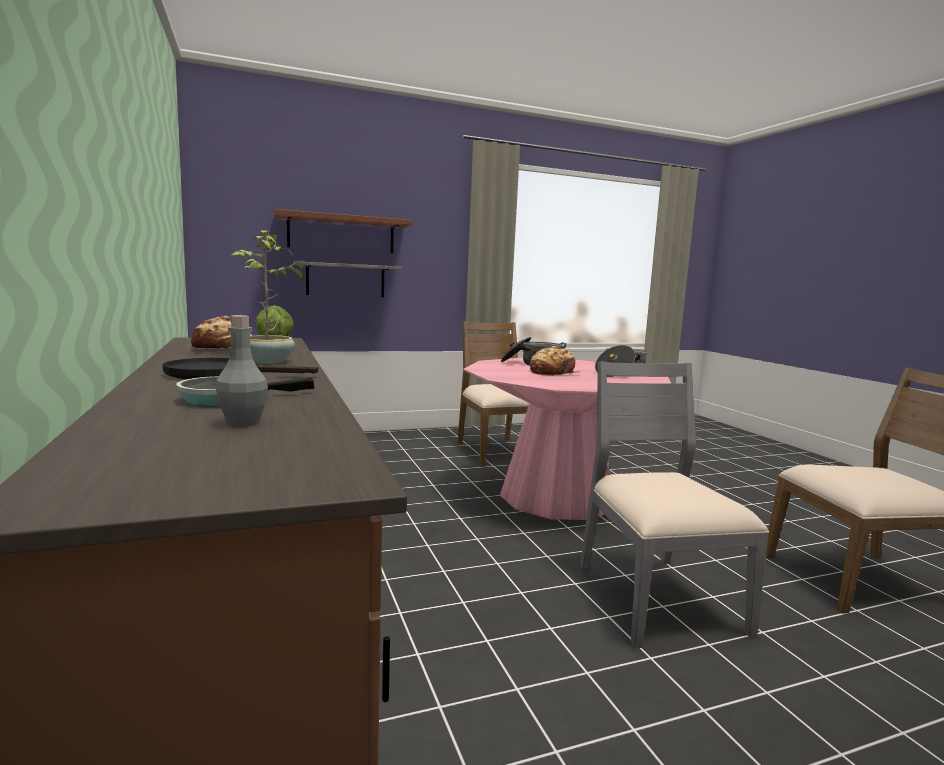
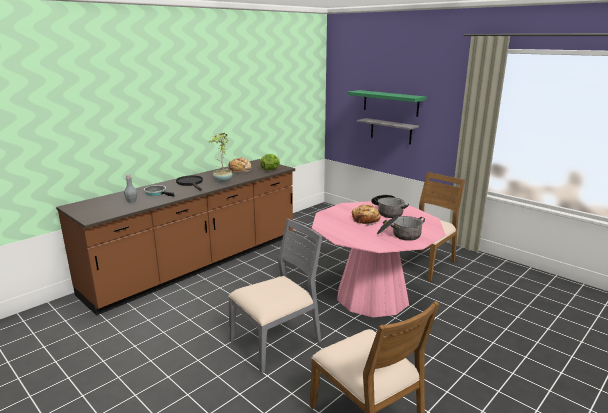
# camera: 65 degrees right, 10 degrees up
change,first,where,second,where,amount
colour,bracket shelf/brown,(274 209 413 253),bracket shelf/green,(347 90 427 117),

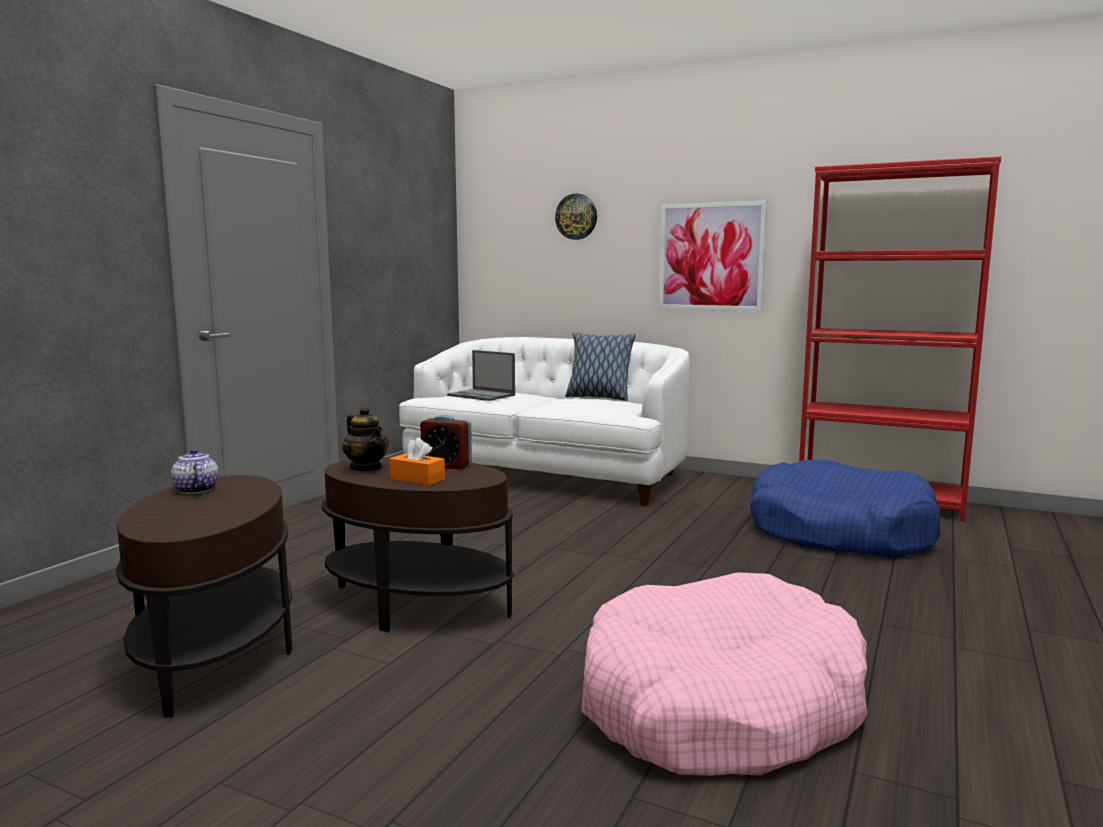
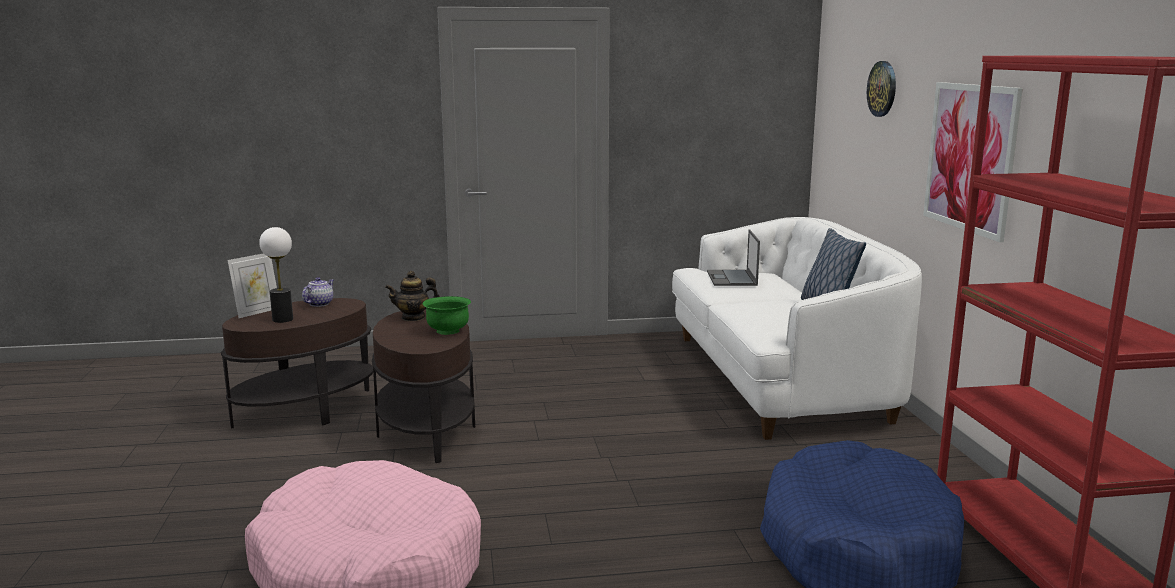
# camera: 55 degrees right, 5 degrees up
change,first,where,second,where,amount
missing,tissue holder/orange-coloured,(390 437 445 485),,,
appeared,,,picture frame,(227 253 277 318),
appeared,,,lamp for a table,(259 227 293 323),
exchanged,alarm clock,(420 415 472 470),deep dish/green,(423 296 471 335),
spun,teapot,(342 406 389 471),,(385 271 440 321),60 degrees clockwise

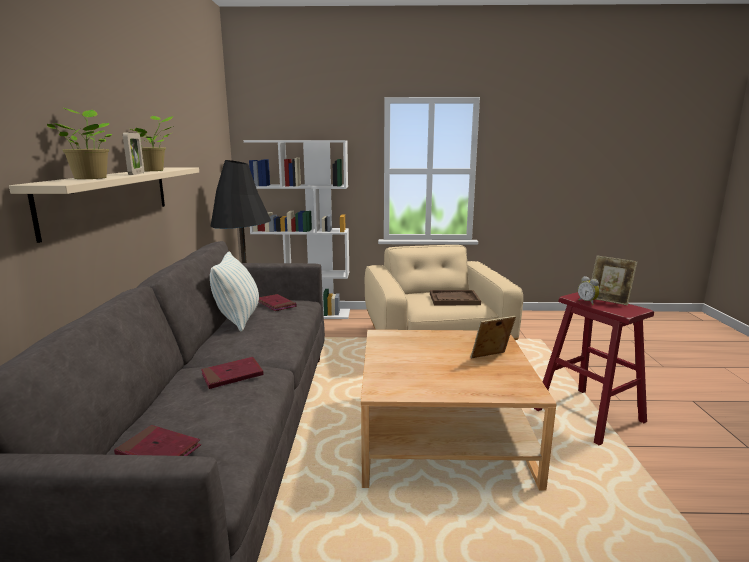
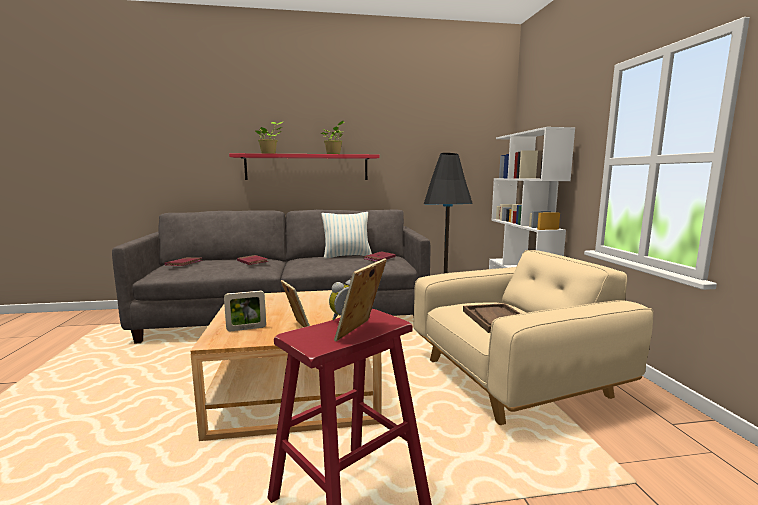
# camera: 80 degrees right, 5 degrees down
change,first,where,second,where,amount
relocated,picture frame,(123 133 144 175),,(224 291 266 331),
colour,bracket shelf/beige,(9 168 199 243),bracket shelf/red,(229 153 379 180),

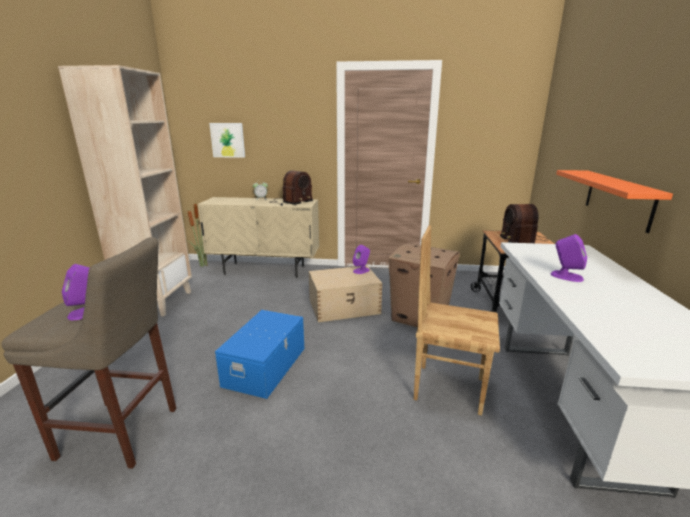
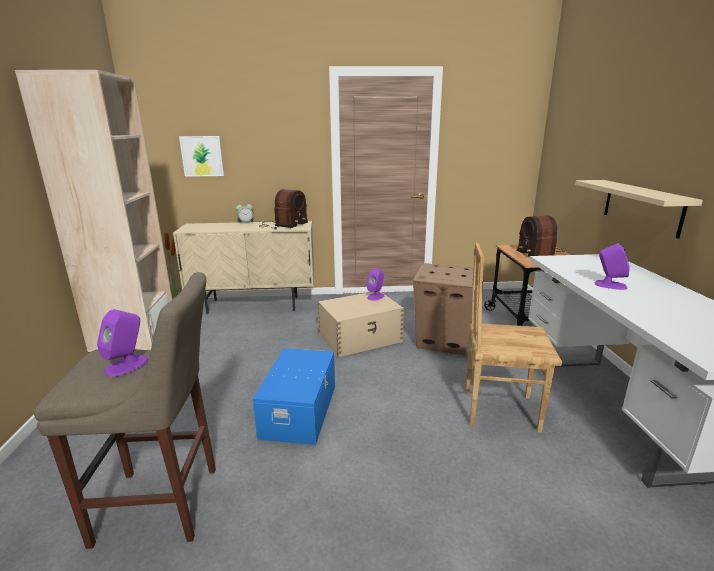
# camera: 10 degrees left, 0 degrees up
change,first,where,second,where,amount
colour,bracket shelf/orange-coloured,(556 170 673 233),bracket shelf/beige,(575 180 703 239),

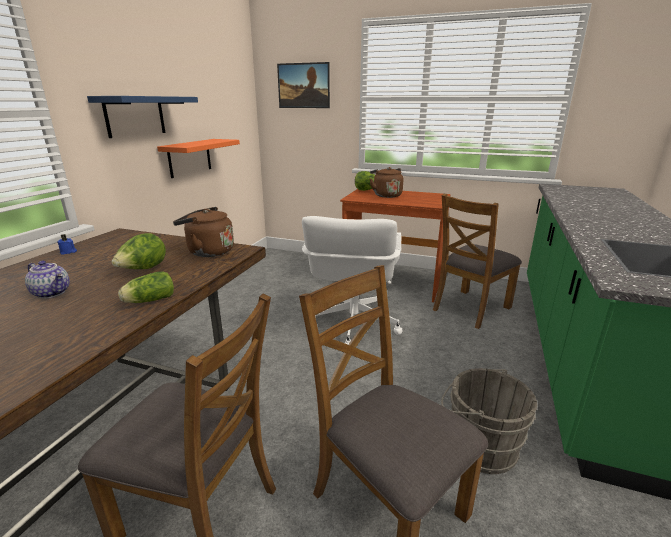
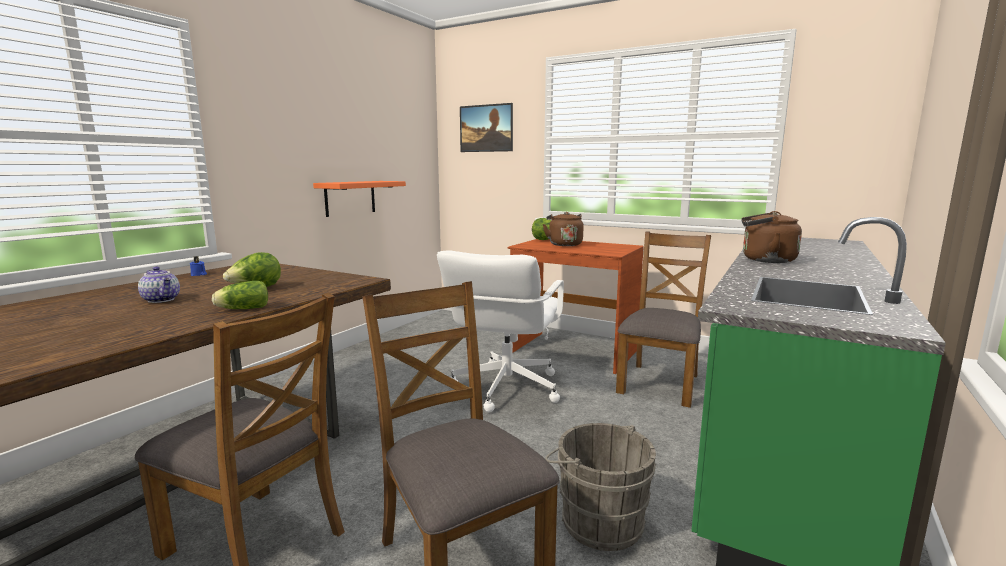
# camera: 10 degrees right, 10 degrees down
change,first,where,second,where,amount
missing,bracket shelf/bluish,(87 96 198 138),,,
relocated,tea kettle/brown,(173 207 234 257),,(741 211 802 263),
spun,plain chair/brown,(433 194 522 329),,(616 231 711 408),150 degrees clockwise

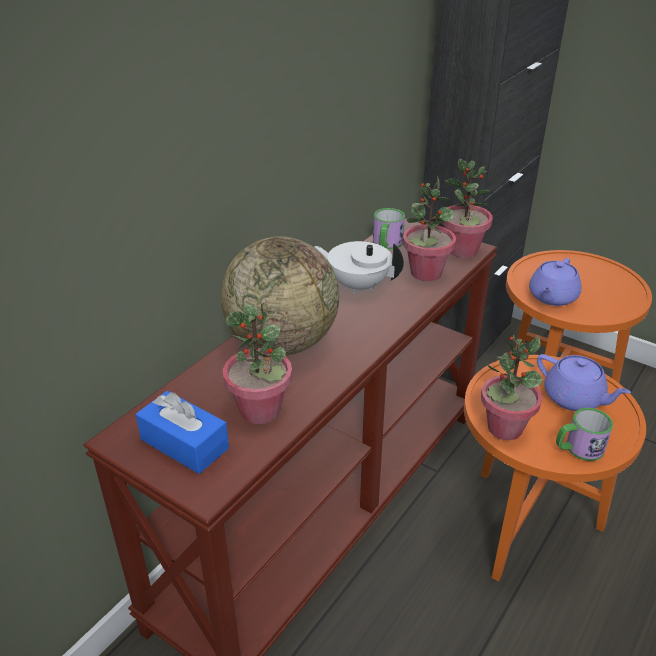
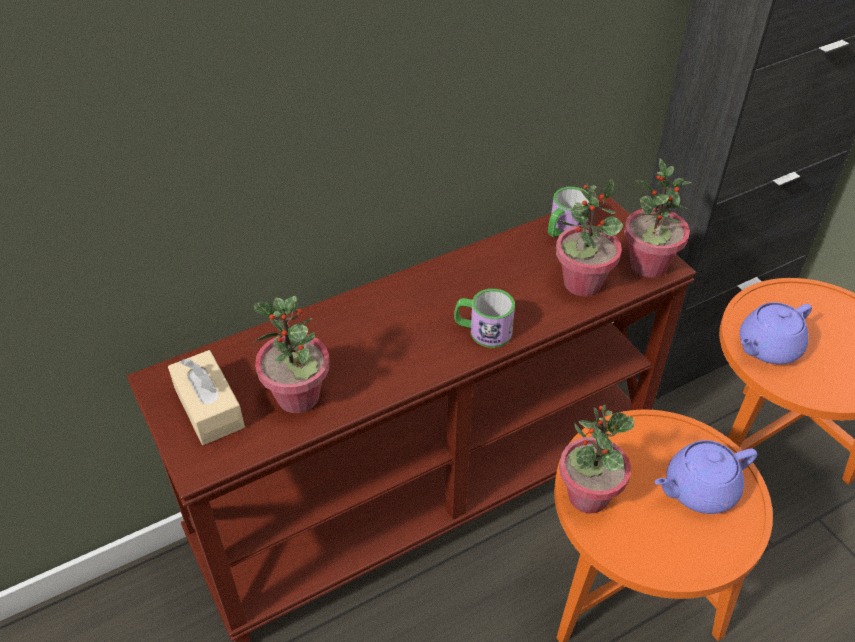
# camera: 25 degrees right, 10 degrees up
change,first,where,second,where,amount
missing,world globe,(221 237 339 355),,,
missing,teapot/white,(314 241 404 294),,,
relocated,coffee mug,(556 408 613 461),,(454 289 515 348),
colour,tissue holder/bluish,(136 391 229 474),tissue holder/beige,(168 350 245 445),
spun,teapot/purple,(537 354 631 411),,(654 440 758 514),90 degrees clockwise

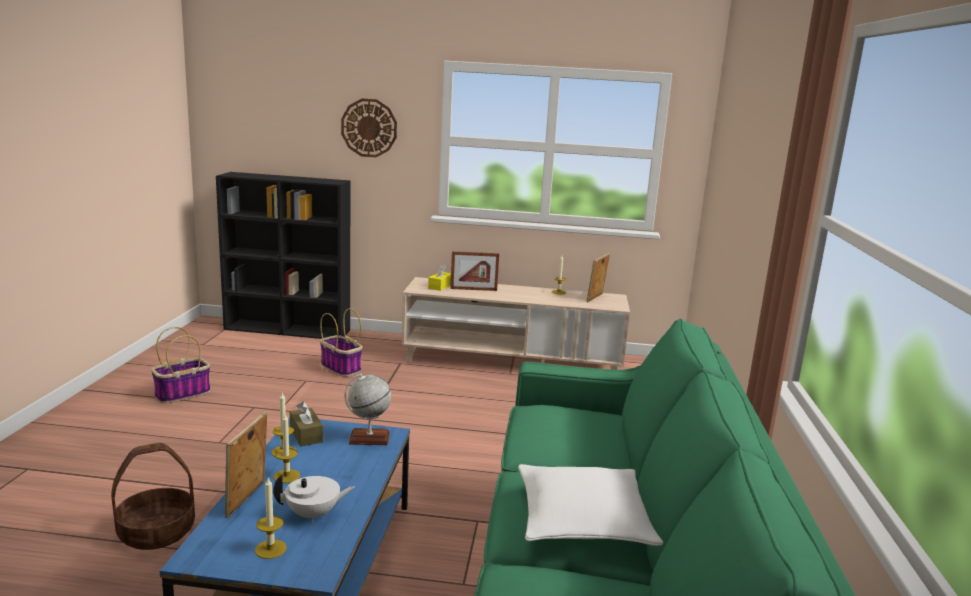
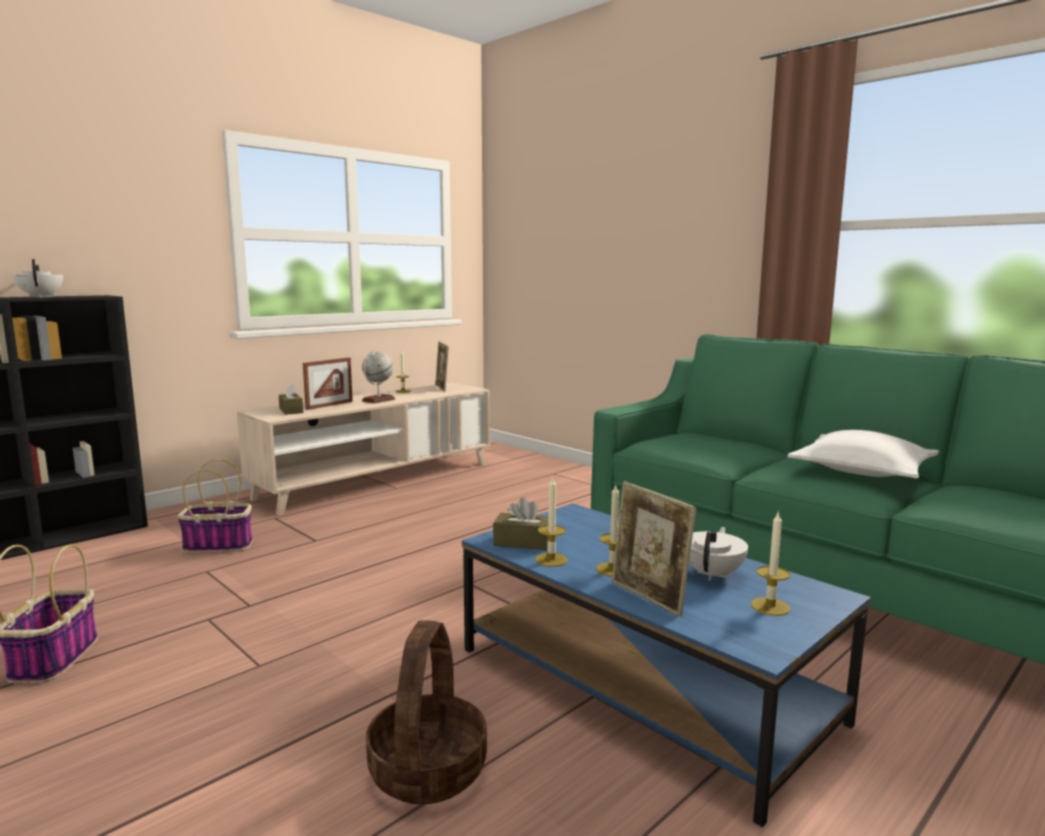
# camera: 50 degrees left, 5 degrees down
change,first,where,second,where,amount
missing,clock on the wall,(341 99 397 157),,,
appeared,,,teapot/white,(13 259 63 298),
relocated,world globe,(345 374 391 445),,(362 351 395 403),
colour,tissue holder/yellow-coloured,(428 265 451 291),tissue holder/brown,(279 383 303 415),

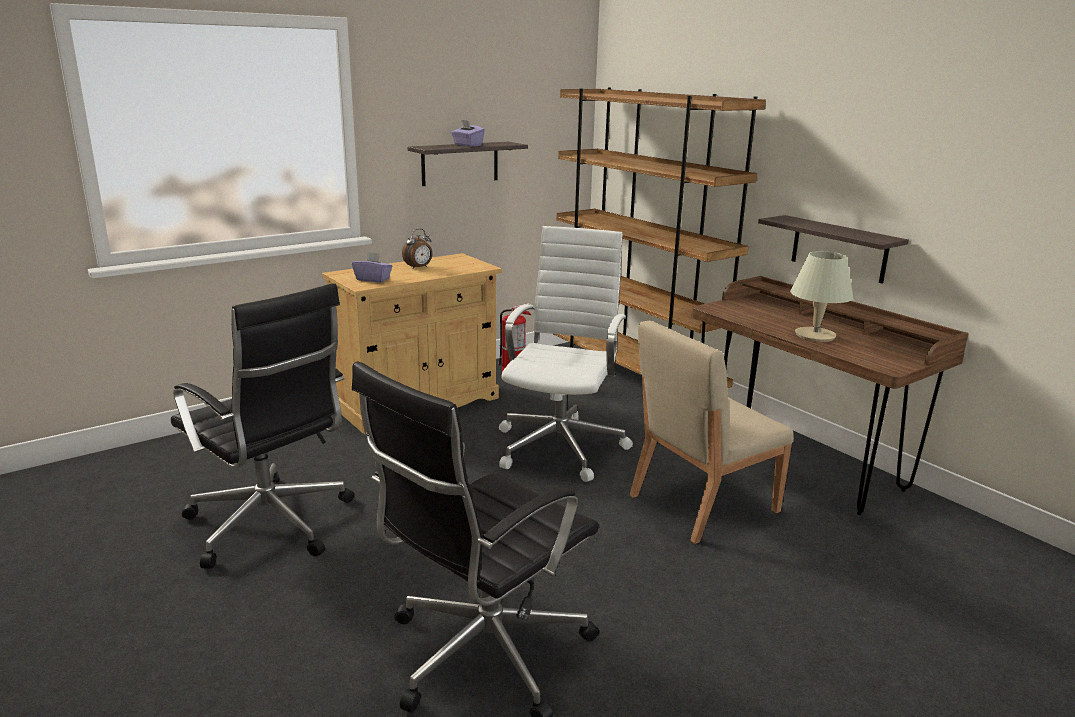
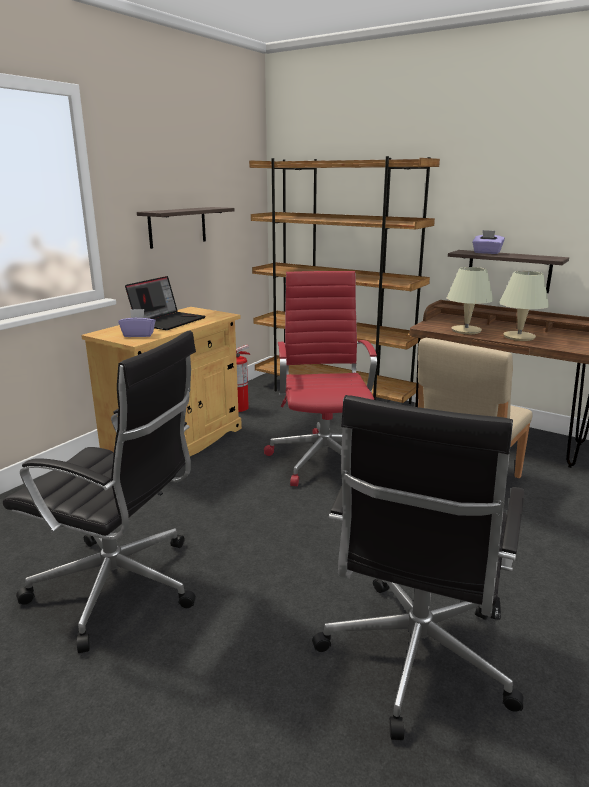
# camera: 20 degrees left, 0 degrees up
change,first,where,second,where,amount
appeared,,,lamp for a table/beige,(447 267 493 334),
relocated,tissue holder/purple,(451 120 485 147),,(472 230 505 254),
exchanged,alarm clock,(402 229 433 269),notebook computer,(125 276 206 330),
colour,desk chair/white,(499 226 633 482),desk chair/red,(264 271 377 486),

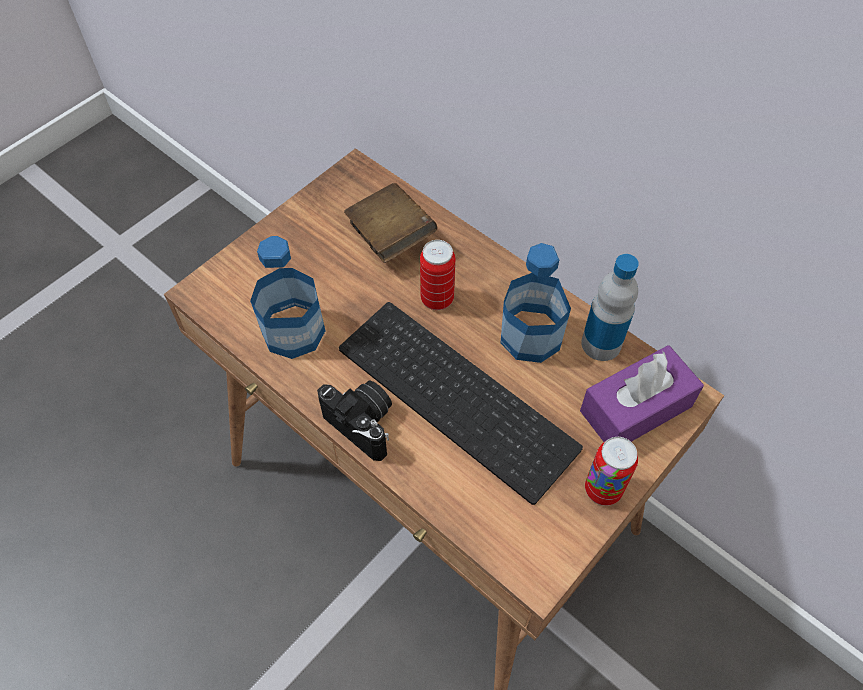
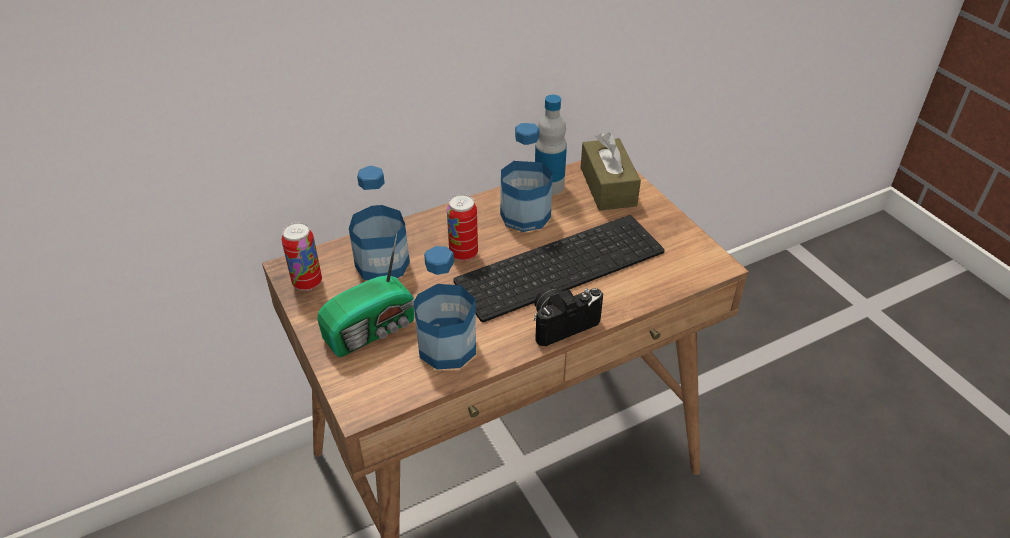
# camera: 70 degrees left, 15 degrees down
change,first,where,second,where,amount
appeared,,,radio set,(317 233 415 357),
relocated,metal can,(585 437 638 506),,(282 222 322 291),
exchanged,book/brown,(344 183 438 263),drink bottle,(349 166 410 280),
colour,tissue holder/purple,(580 345 704 442),tissue holder/brown,(581 133 641 211),

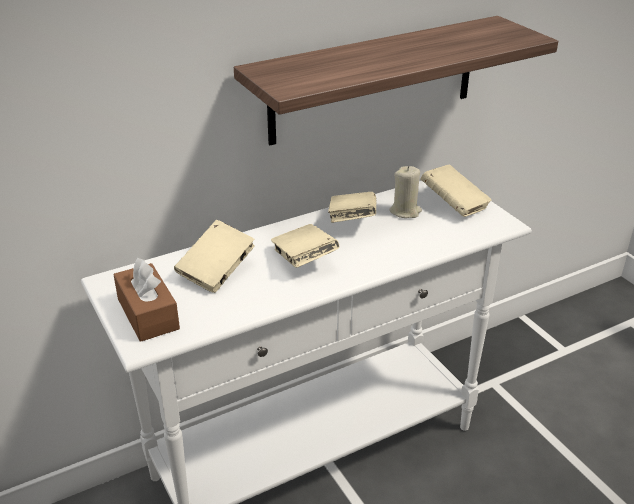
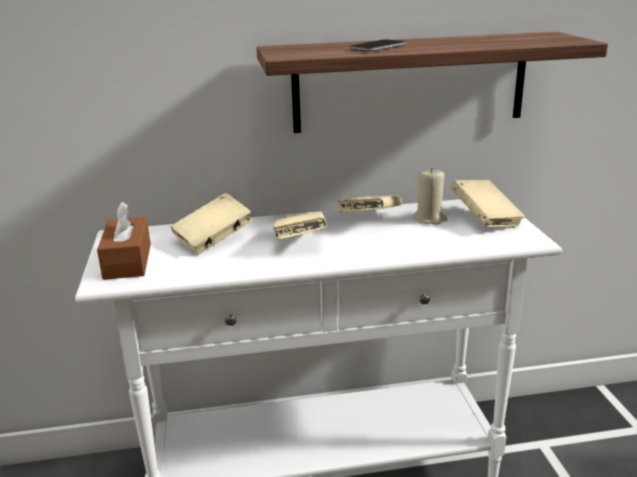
# camera: 20 degrees right, 10 degrees down
change,first,where,second,where,amount
appeared,,,phone,(349 39 406 51),

